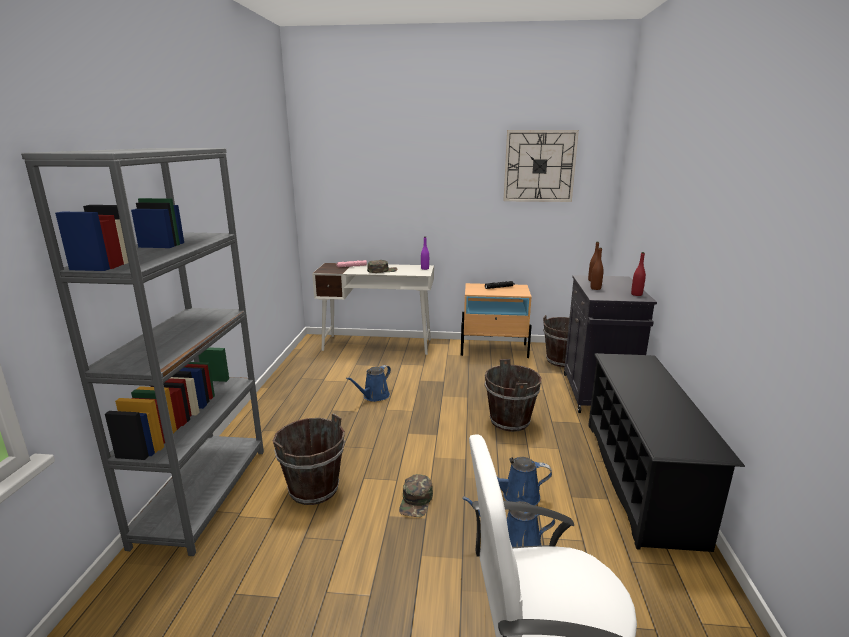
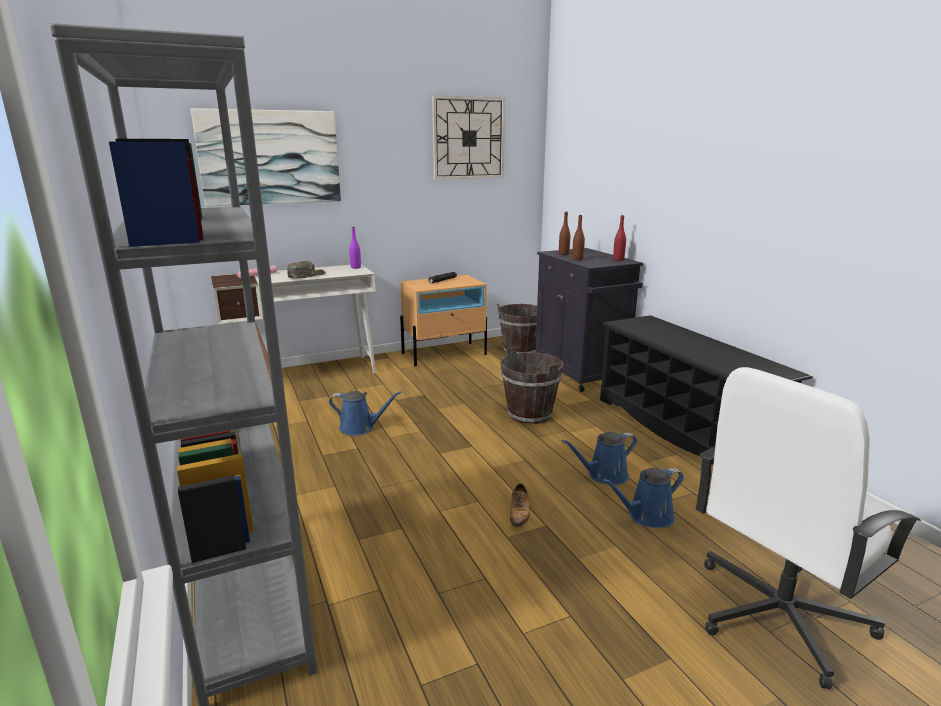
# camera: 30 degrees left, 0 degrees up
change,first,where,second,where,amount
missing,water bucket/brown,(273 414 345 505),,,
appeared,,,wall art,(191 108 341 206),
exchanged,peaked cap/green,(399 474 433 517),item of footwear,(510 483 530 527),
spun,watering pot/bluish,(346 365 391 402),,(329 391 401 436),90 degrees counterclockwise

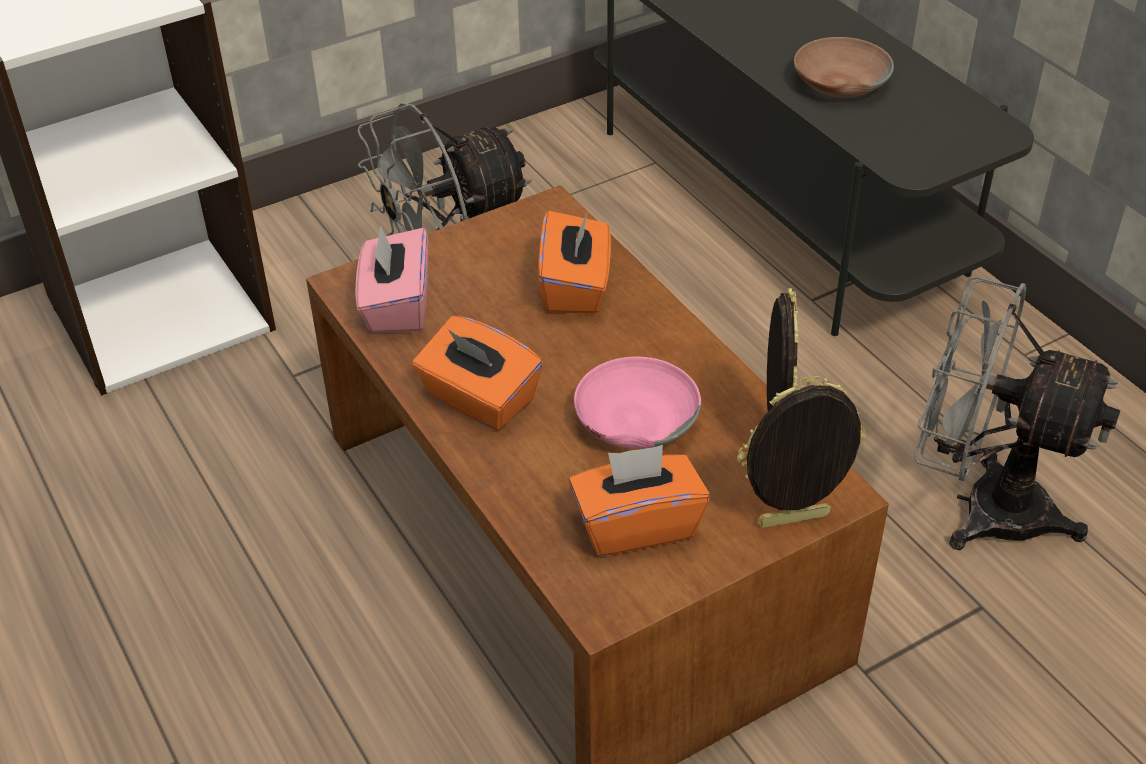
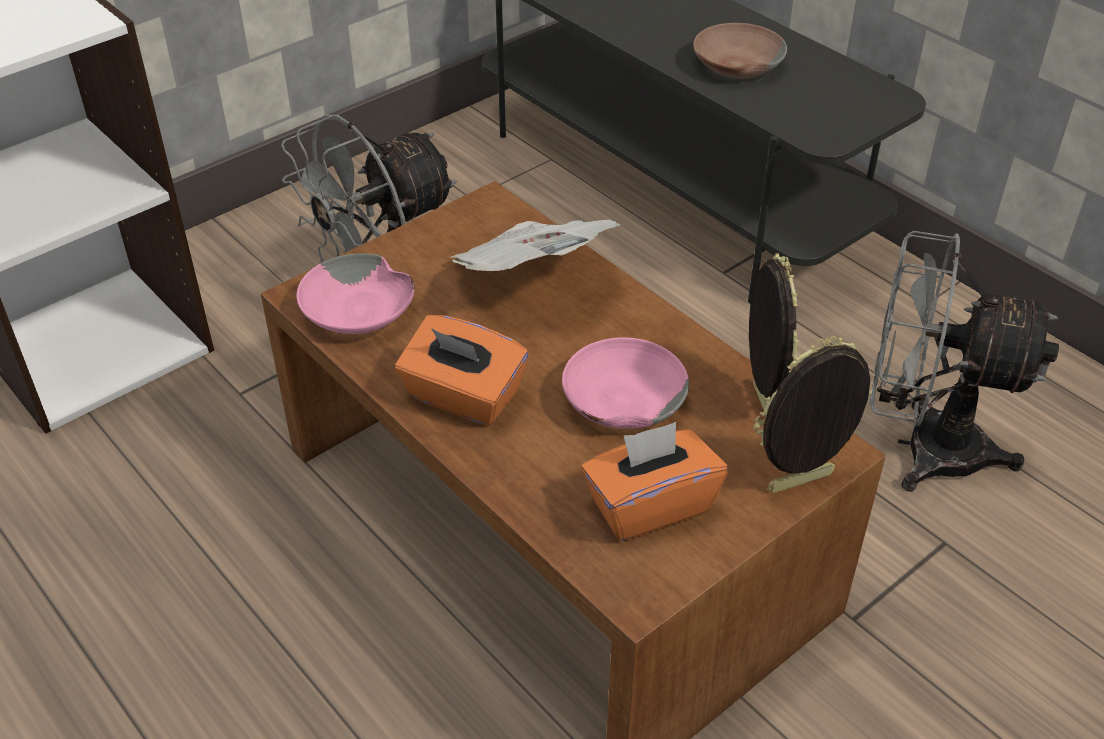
# camera: 10 degrees left, 0 degrees up
change,first,where,second,where,amount
exchanged,tissue holder/pinkish,(355 226 428 333),deep dish/pinkish,(297 253 415 334),
exchanged,tissue holder/orange-coloured,(538 209 611 314),printed paper,(451 219 621 271),

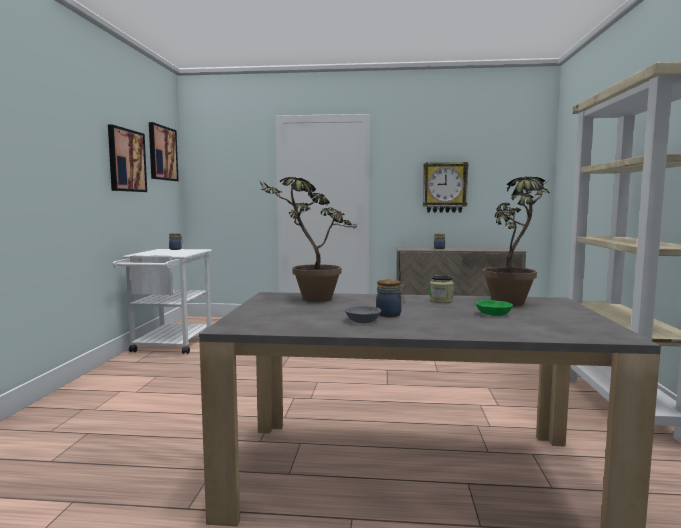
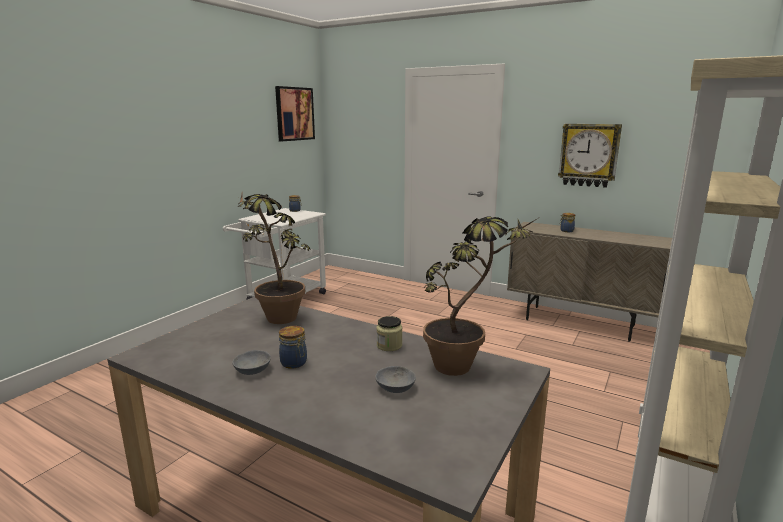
# camera: 25 degrees right, 10 degrees up
change,first,where,second,where,amount
missing,wall art,(108 125 147 192),,,
colour,deep dish/green,(476 300 513 316),deep dish/gray,(375 366 416 393),

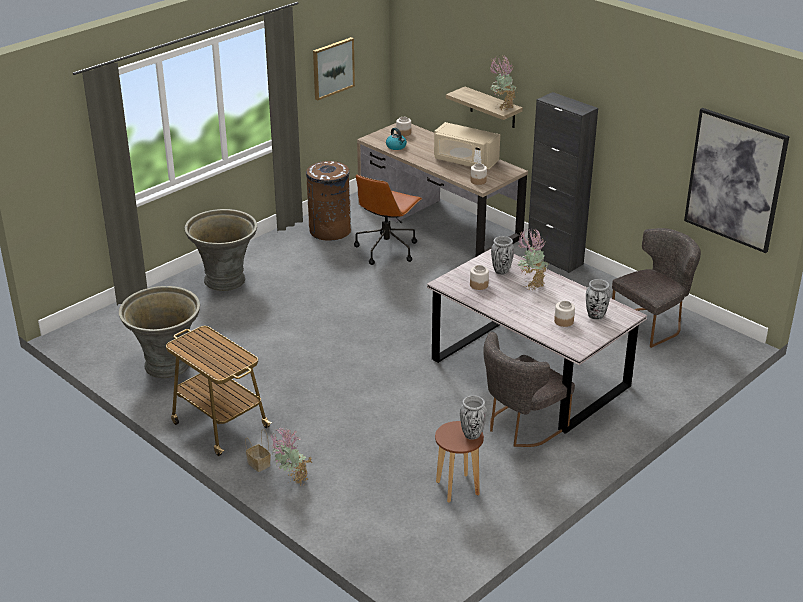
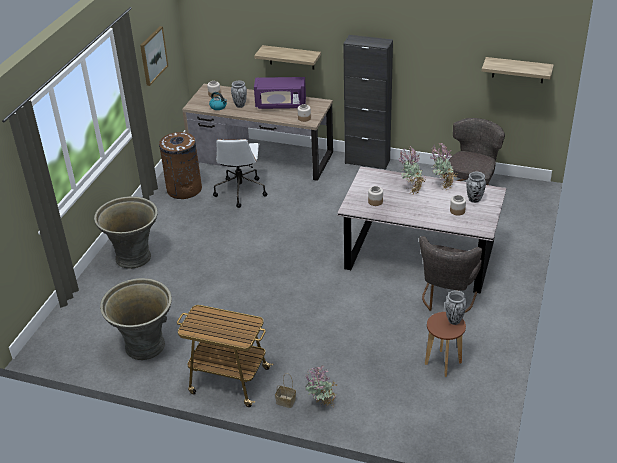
# camera: 25 degrees left, 5 degrees up
change,first,where,second,where,amount
relocated,potted plant,(490 55 517 111),,(431 142 458 190),
relocated,vase,(491 236 514 275),,(231 81 247 108),
exchanged,wall art,(684 108 789 253),bracket shelf,(482 57 554 83),
colour,desk chair/brown,(354 174 422 265),desk chair/white,(213 139 267 208),
colour,microwave/beige,(434 122 500 169),microwave/purple,(254 77 306 109),

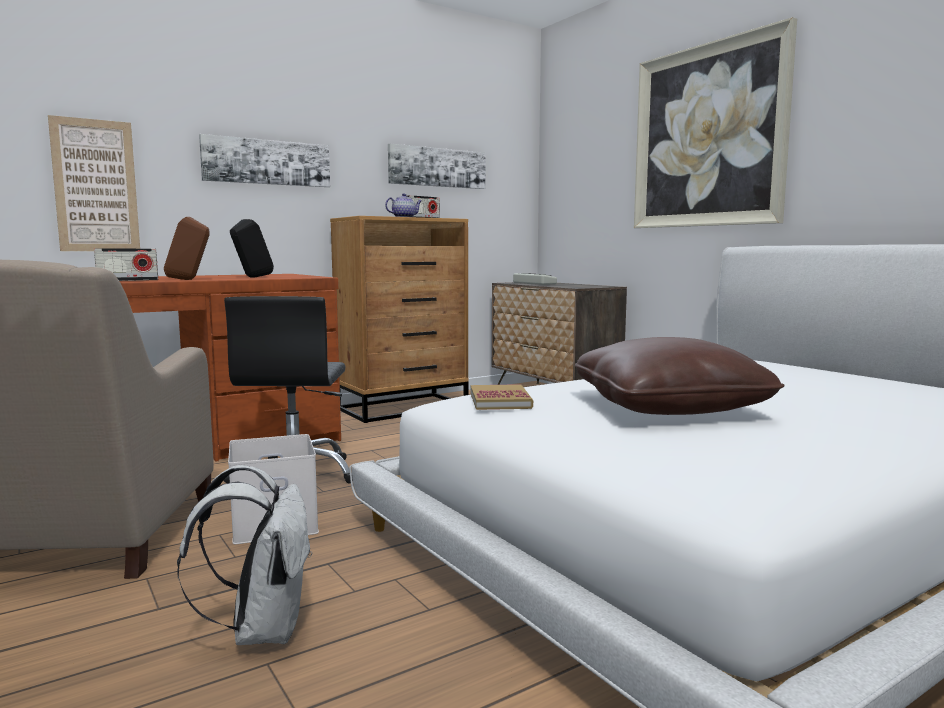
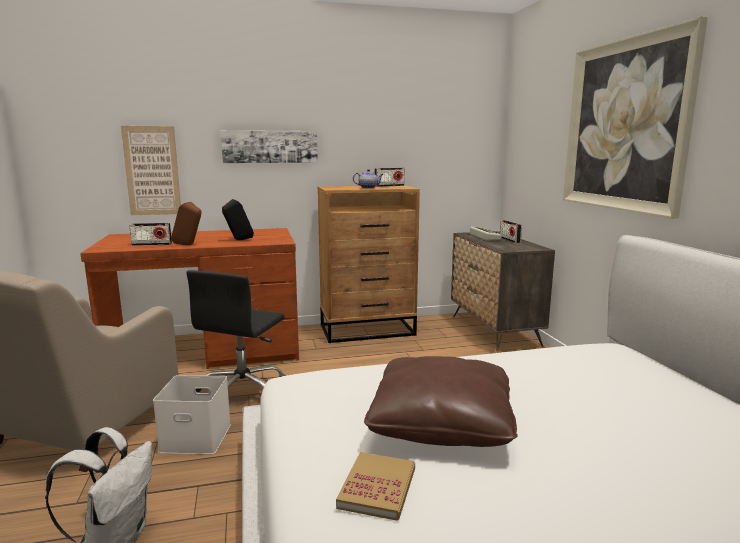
# camera: 20 degrees right, 5 degrees up
change,first,where,second,where,amount
missing,wall art,(388 144 485 189),,,
appeared,,,radio set,(500 220 522 243),
relocated,book,(471 384 533 410),,(336 452 415 521),

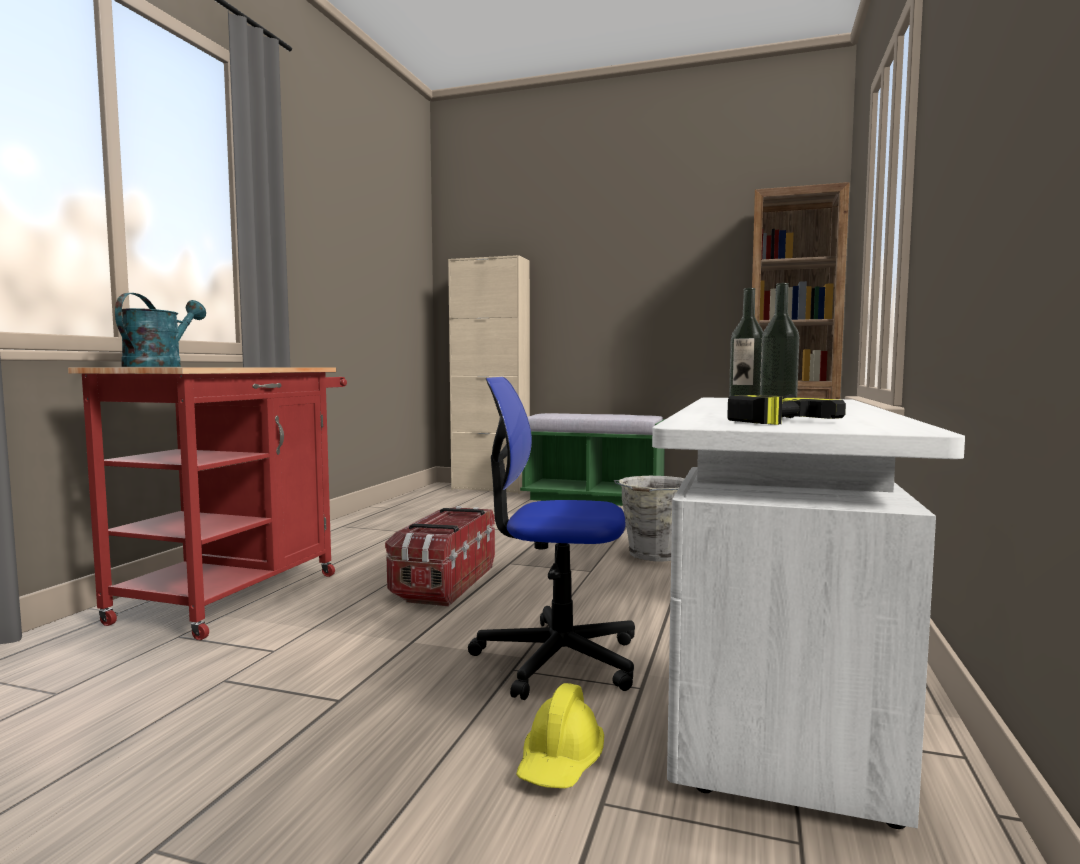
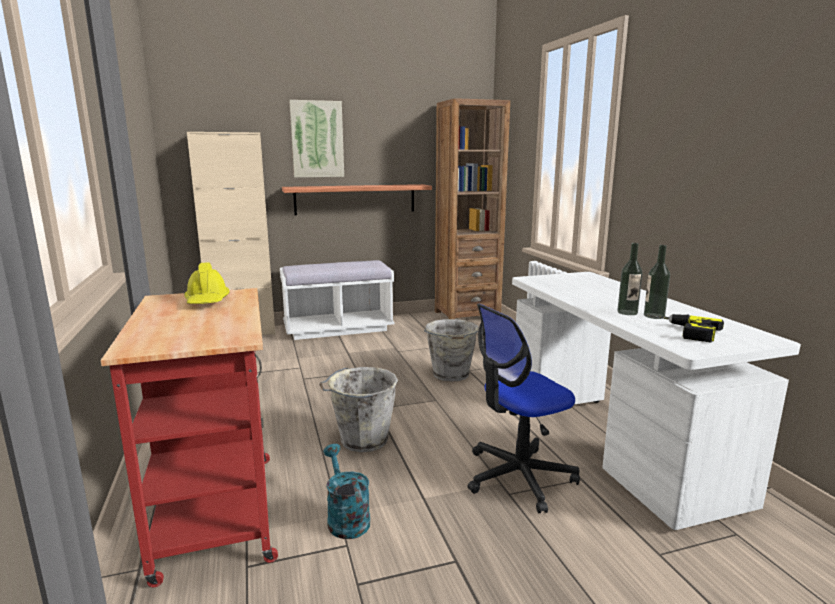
# camera: 35 degrees left, 10 degrees up
change,first,where,second,where,amount
appeared,,,bracket shelf,(282 184 432 215),
appeared,,,wall art,(289 100 344 178),
relocated,watering pot/turquoise-coloured,(115 293 206 367),,(323 444 370 539),
relocated,hard hat/yellow-coloured,(516 683 604 788),,(184 263 230 304),
exchanged,storage container,(385 506 495 606),water bucket/gray,(319 367 398 452),
colour,long seat/green,(520 413 665 506),long seat/white,(280 260 395 340),

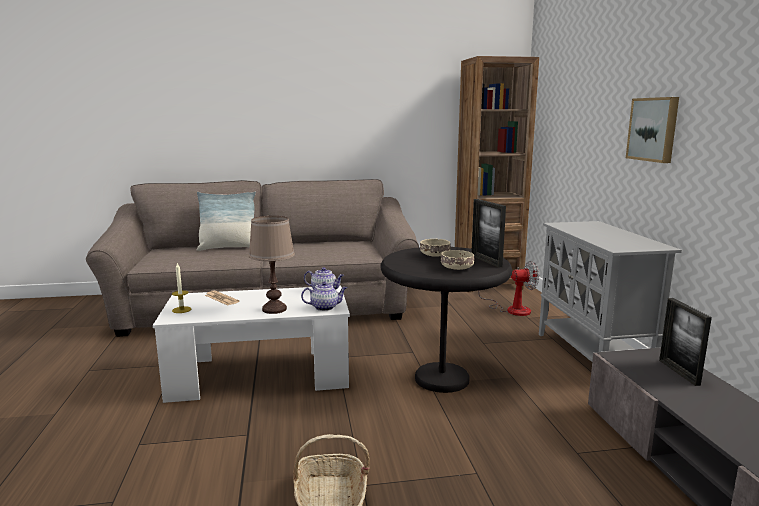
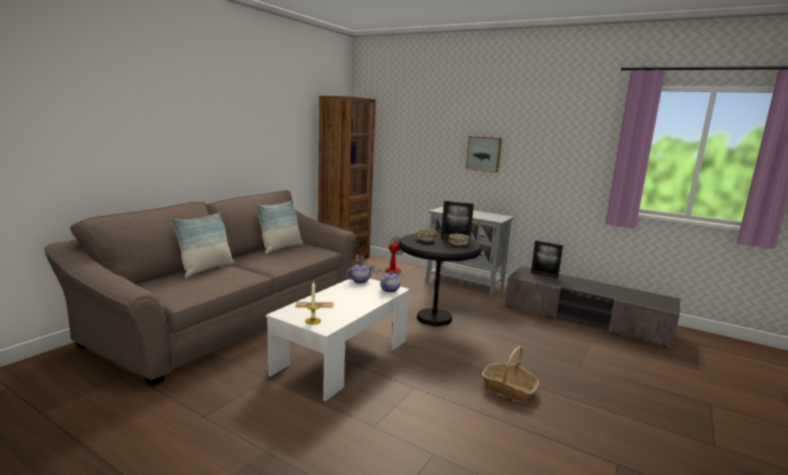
# camera: 50 degrees left, 0 degrees up
change,first,where,second,where,amount
missing,lamp for a table/brown,(248 216 295 314),,,
appeared,,,pillow,(255 200 303 254),

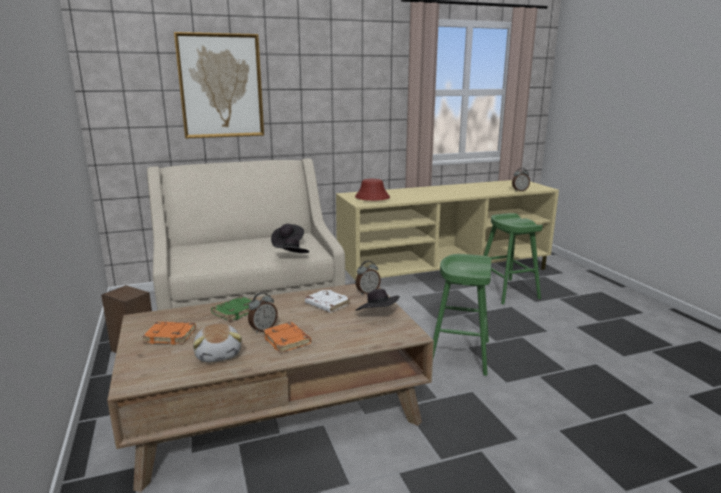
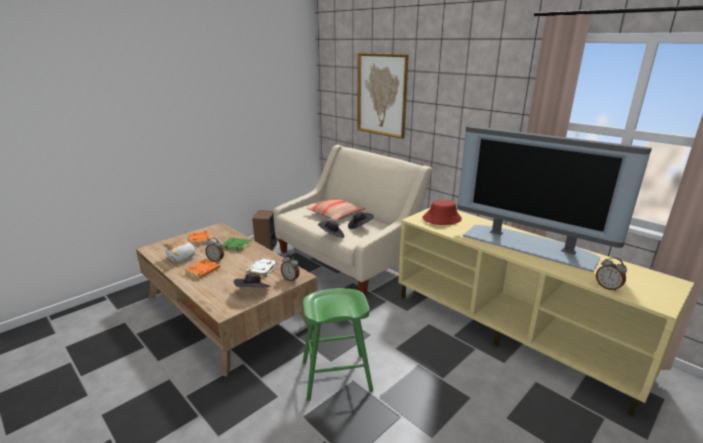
# camera: 65 degrees right, 5 degrees up
change,first,where,second,where,amount
missing,stool seat/green,(483 213 543 305),,,
appeared,,,pillow,(306 198 365 221),
appeared,,,TV set,(457 126 652 272),

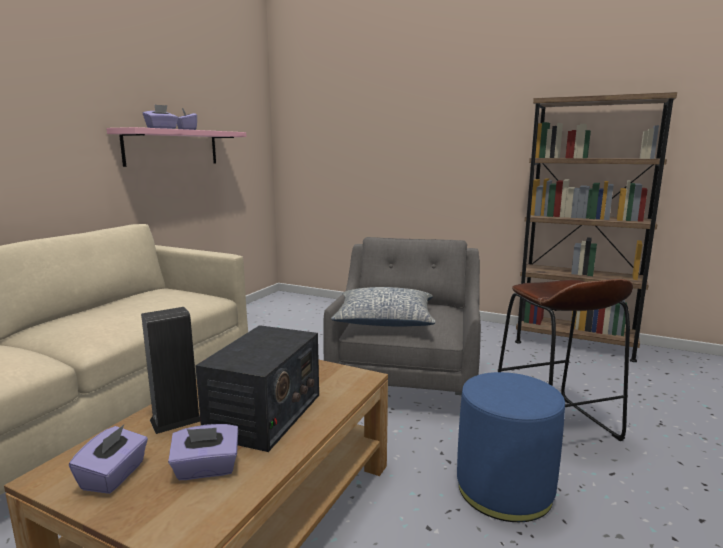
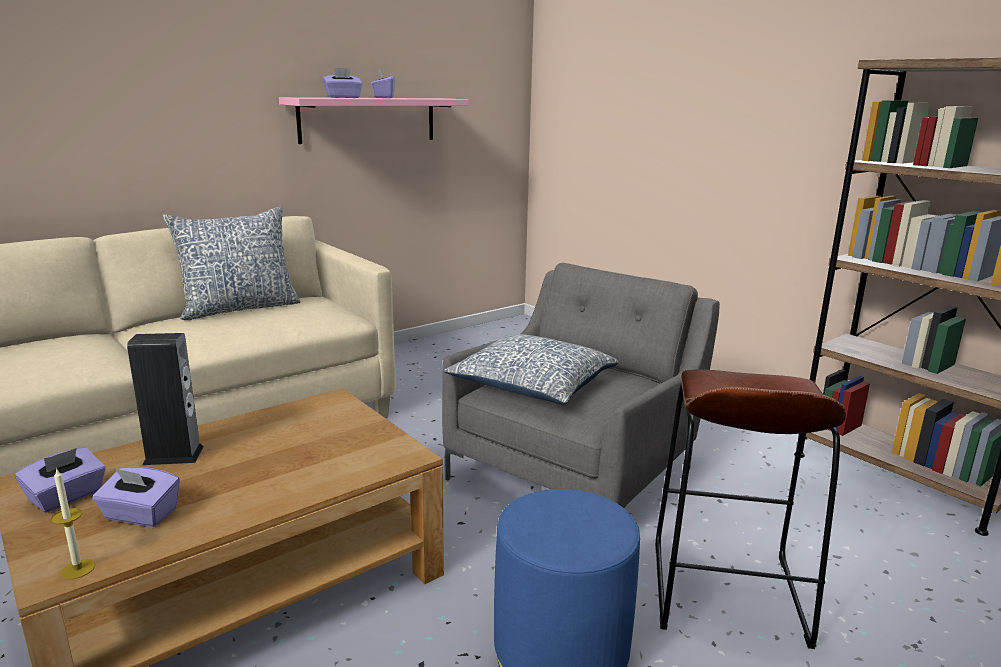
# camera: 25 degrees right, 5 degrees up
change,first,where,second,where,amount
missing,radio set,(195 325 319 452),,,
appeared,,,wax light,(51 468 95 580),
appeared,,,pillow,(162 206 301 320),

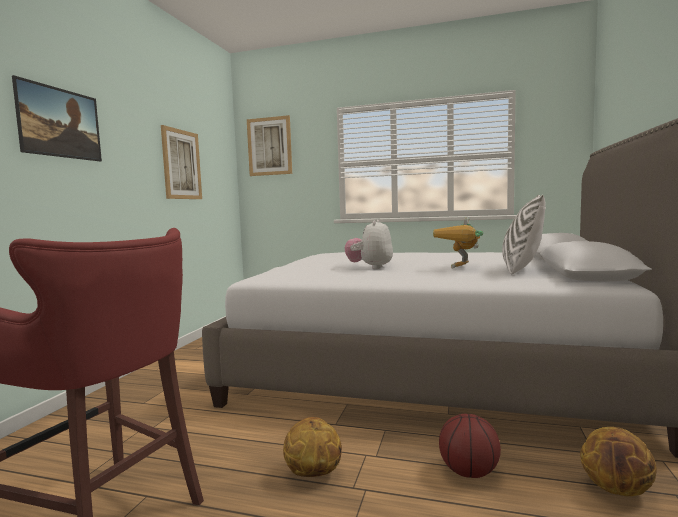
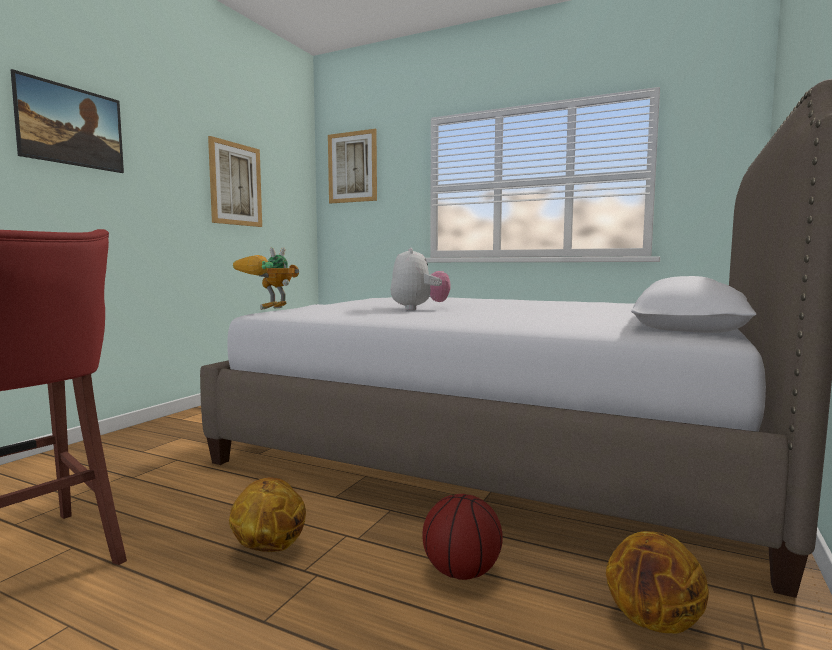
# camera: 10 degrees right, 0 degrees up
change,first,where,second,where,amount
missing,pillow/white,(502 195 546 275),,,
relocated,toy robot,(433 217 483 269),,(233 247 299 310),
spun,plush toy,(345 220 393 269),,(391 248 450 310),150 degrees clockwise

